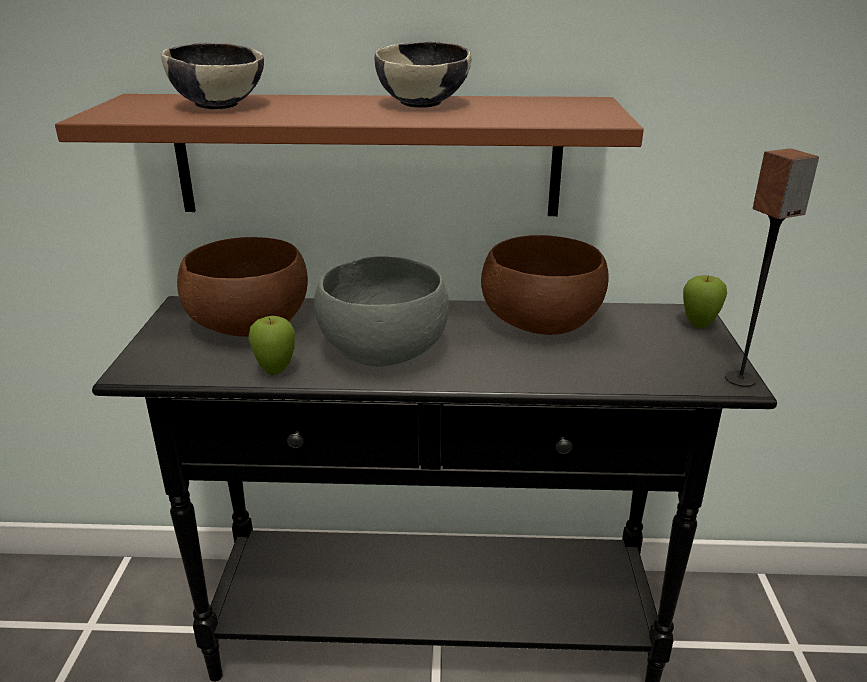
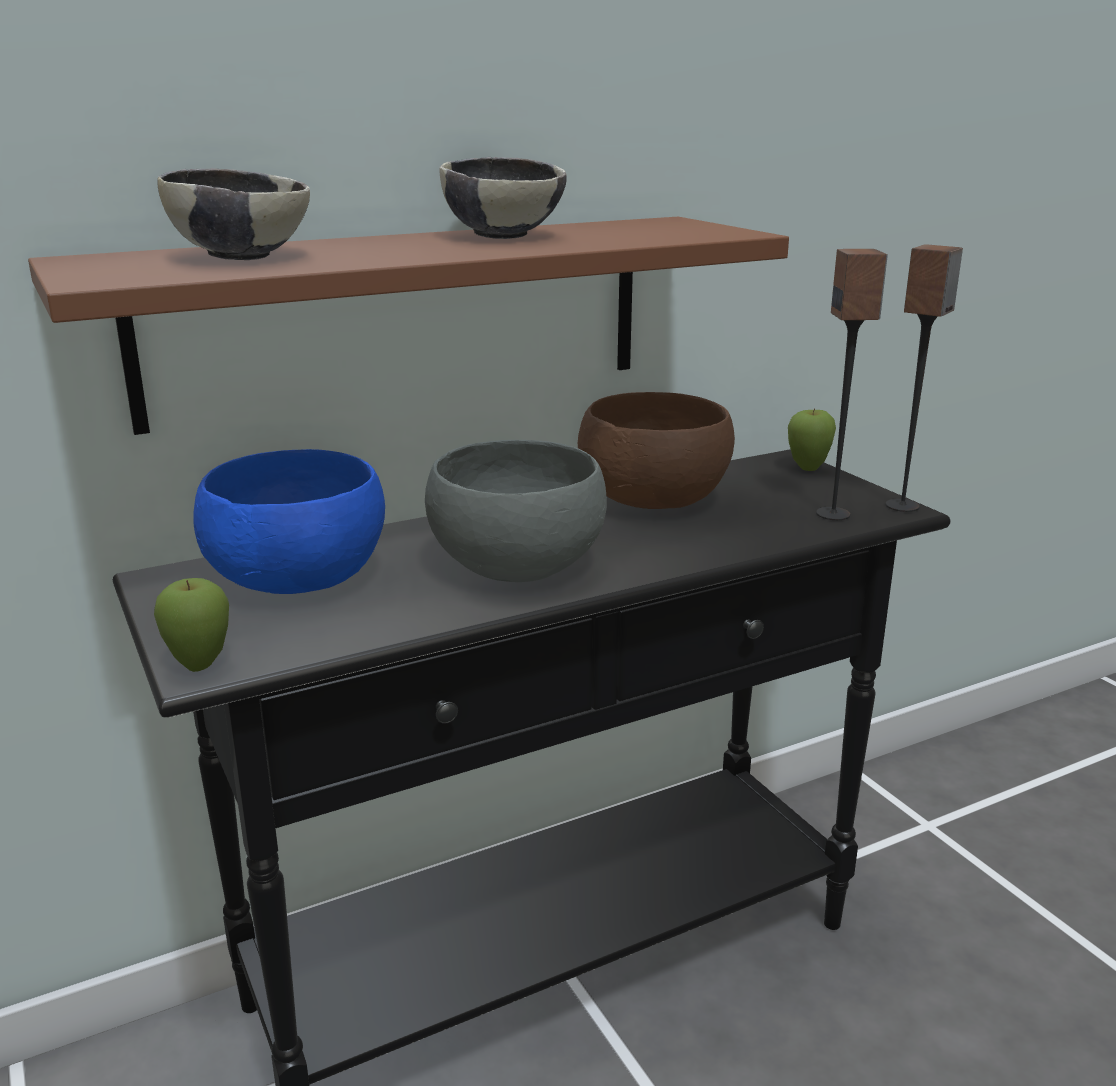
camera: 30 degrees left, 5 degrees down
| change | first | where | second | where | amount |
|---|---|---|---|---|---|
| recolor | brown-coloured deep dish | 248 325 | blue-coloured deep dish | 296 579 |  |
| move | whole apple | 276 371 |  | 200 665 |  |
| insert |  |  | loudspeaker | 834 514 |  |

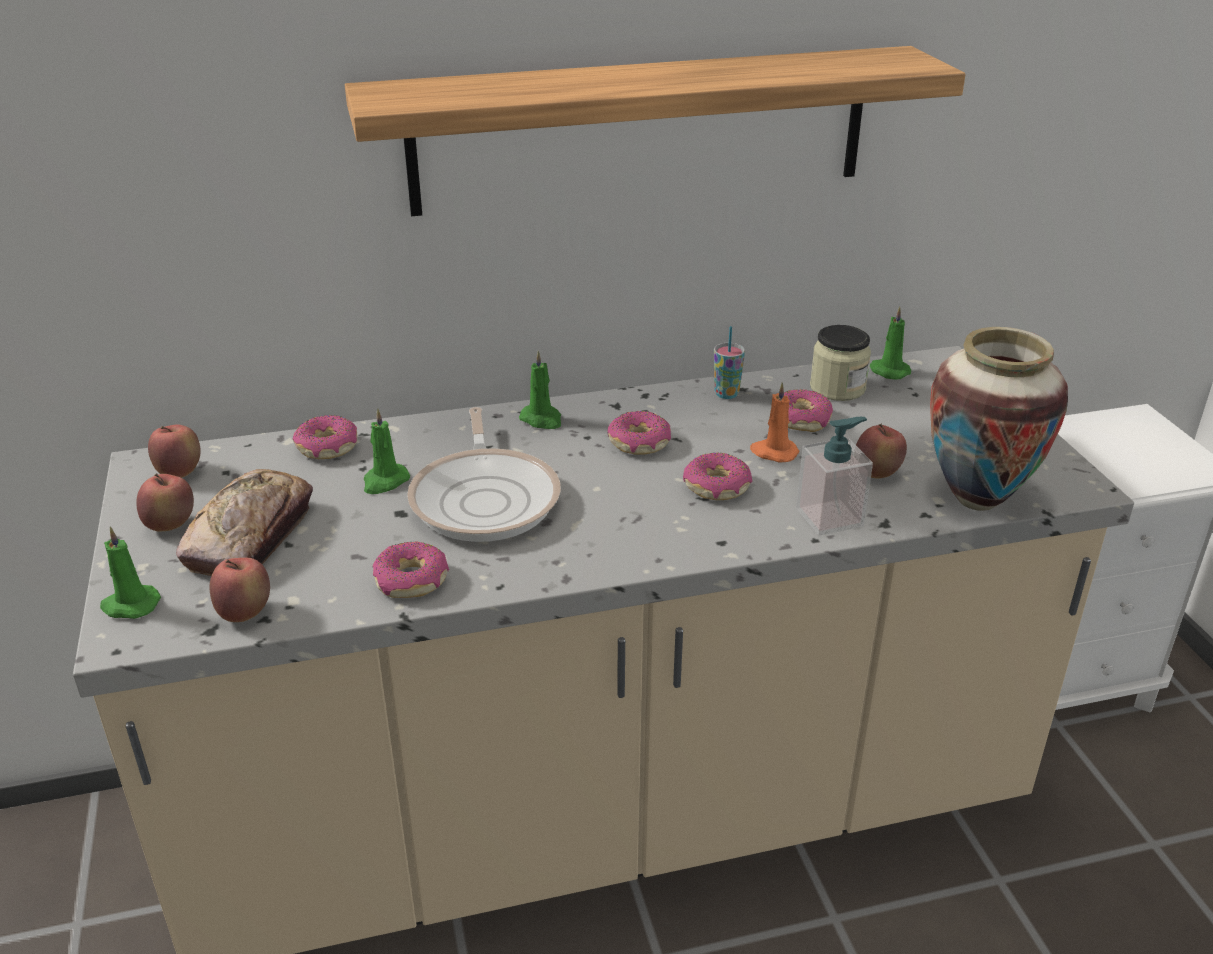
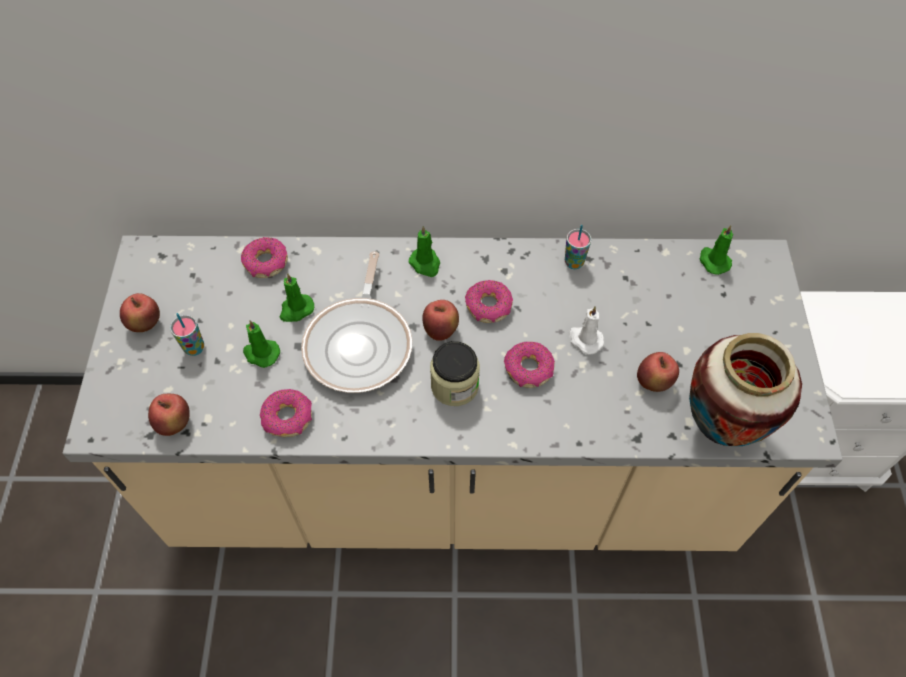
camera: 15 degrees right, 25 degrees up
| change | first | where | second | where | amount |
|---|---|---|---|---|---|
| move | green-coloured wax candle | 130 605 |  | 261 353 |  |
| move | whole apple | 180 473 |  | 441 330 |  |
| replace | baked bread | 251 537 | small cup | 194 348 |  |
| delete | bracket shelf | 641 130 |  |  |  |
| recolor | orangey wax candle | 773 452 | white-coloured wax candle | 584 339 |  |
| delete | ring doughnut | 801 419 |  |  |  |
| delete | soap dispenser | 829 517 |  |  |  |
| move | storage jar | 837 388 |  | 454 386 |  |

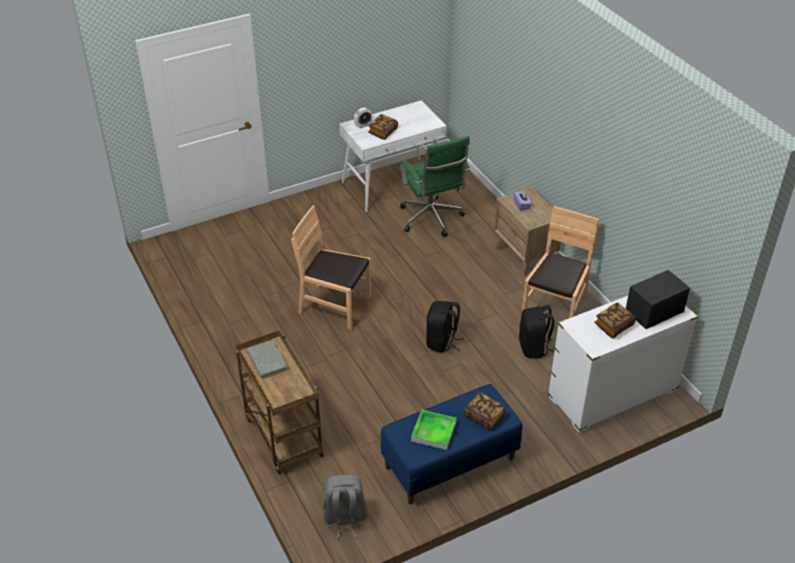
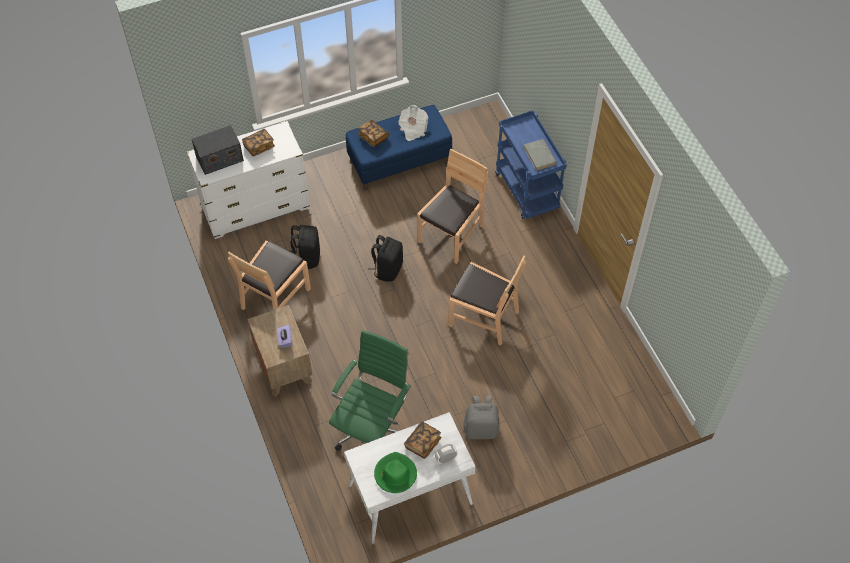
camera: 175 degrees left, 15 degrees up
| change | first | where | second | where | amount |
|---|---|---|---|---|---|
| recolor | brown-coloured cart | 282 436 | blue-coloured cart | 527 192 |  |
| move | grey rucksack | 345 519 |  | 481 428 |  |
| rotate | green-coloured computer chair | 432 220 |  | 373 429 | 45 degrees clockwise |
| replace | carrying tray | 434 431 | newspaper | 413 129 |  |
| insert |  |  | green-coloured wearable hat | 395 474 |  |
| insert |  |  | brown-coloured chair | 451 235 |  |

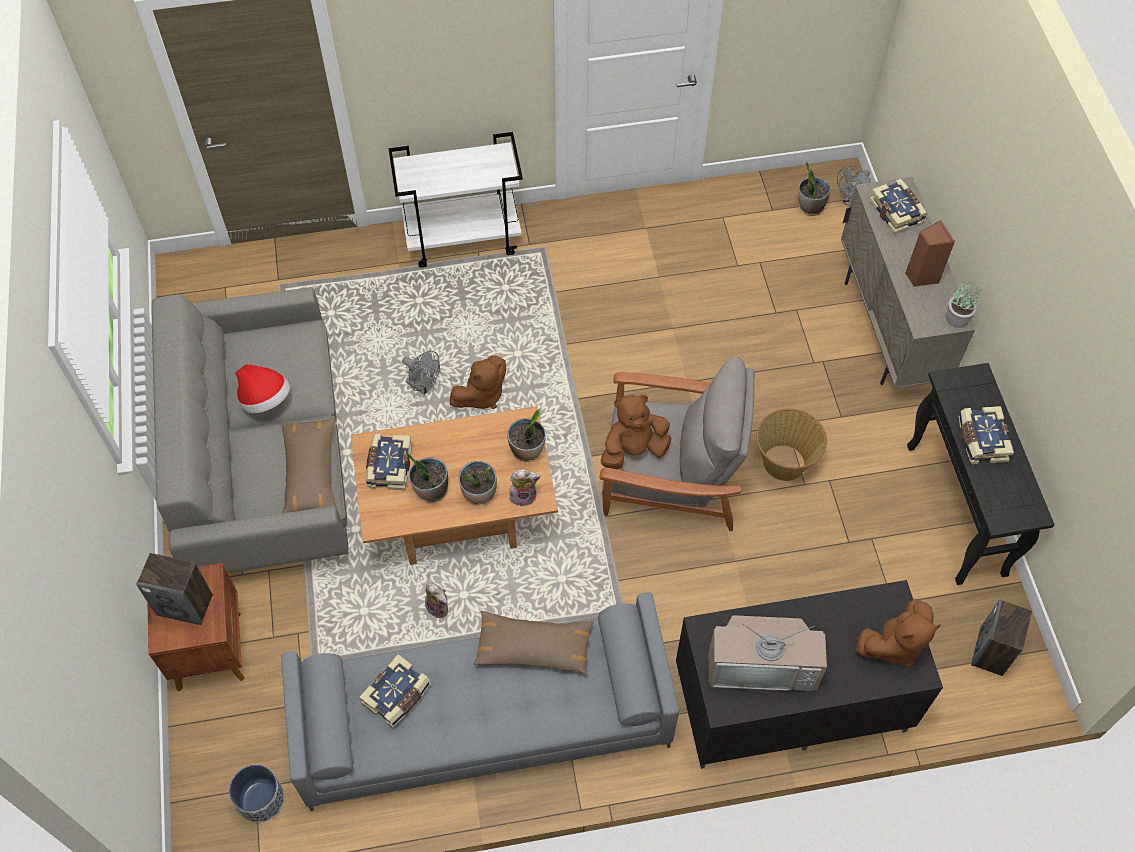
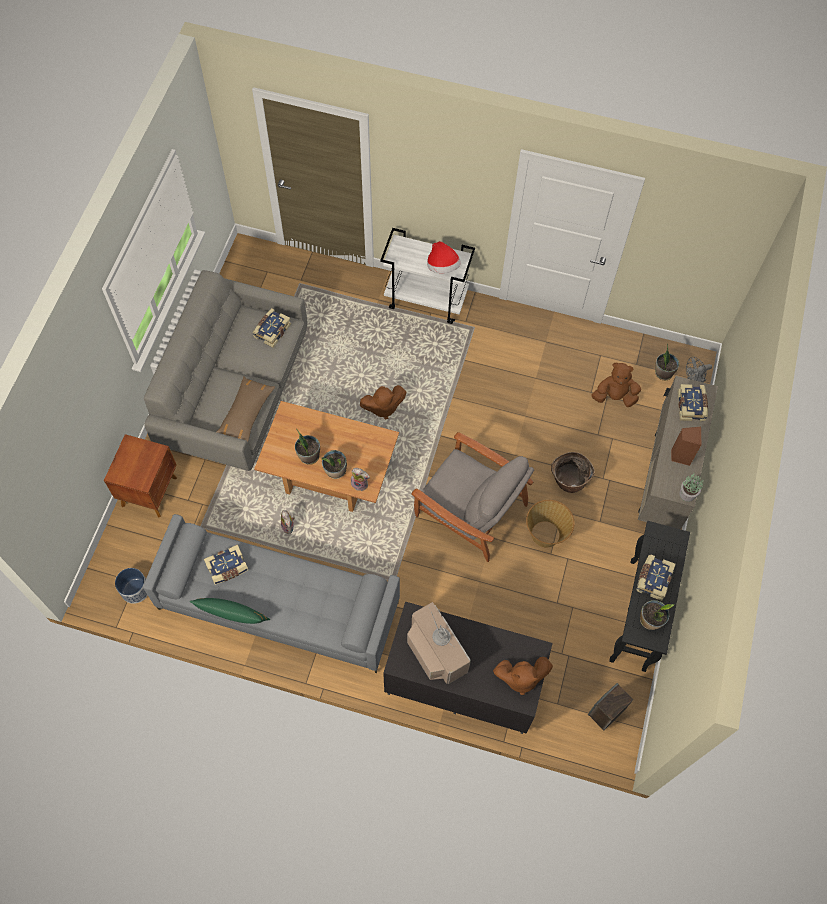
camera: 25 degrees right, 5 degrees up
| change | first | where | second | where | amount |
|---|---|---|---|---|---|
| delete | loudspeaker | 185 604 |  |  |  |
| move | wearable hat | 265 399 |  | 442 267 |  |
| move | book | 389 467 |  | 271 330 |  |
| delete | grey electric fan | 423 386 |  |  |  |
| delete | brown-coloured pillow | 533 648 |  |  |  |
| move | plant in a pot | 527 450 |  | 650 620 |  |
| move | brown-coloured plush toy | 633 450 |  | 614 396 |  |
| rotate | TV | 762 664 |  | 435 651 | 150 degrees counterclockwise |
| insert |  |  | green-coloured pillow | 232 616 |  |
| insert |  |  | household basket | 568 481 |  |

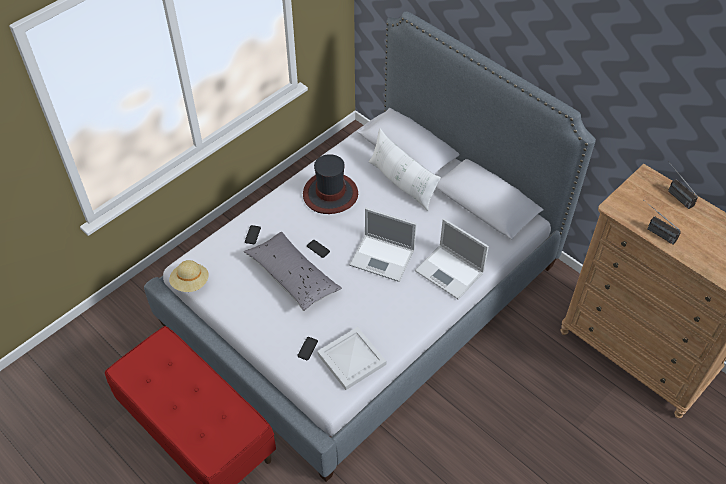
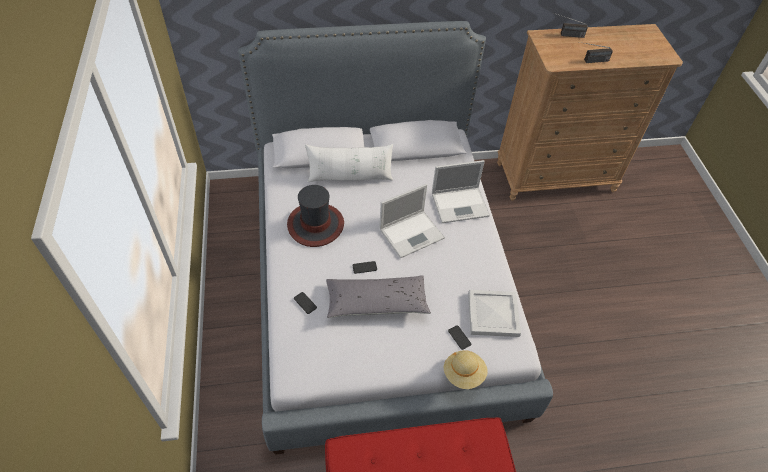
camera: 55 degrees left, 0 degrees up
| change | first | where | second | where | amount |
|---|---|---|---|---|---|
| move | beige-coloured wearable hat | 190 283 |  | 464 374 |  |

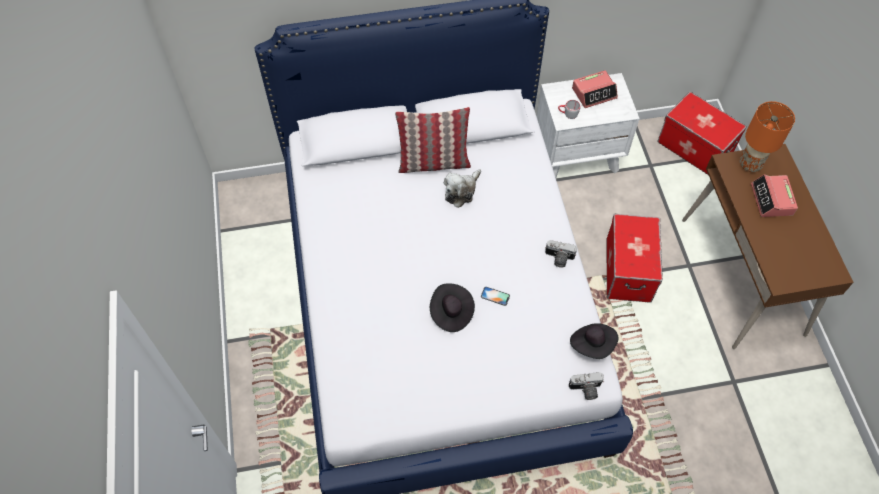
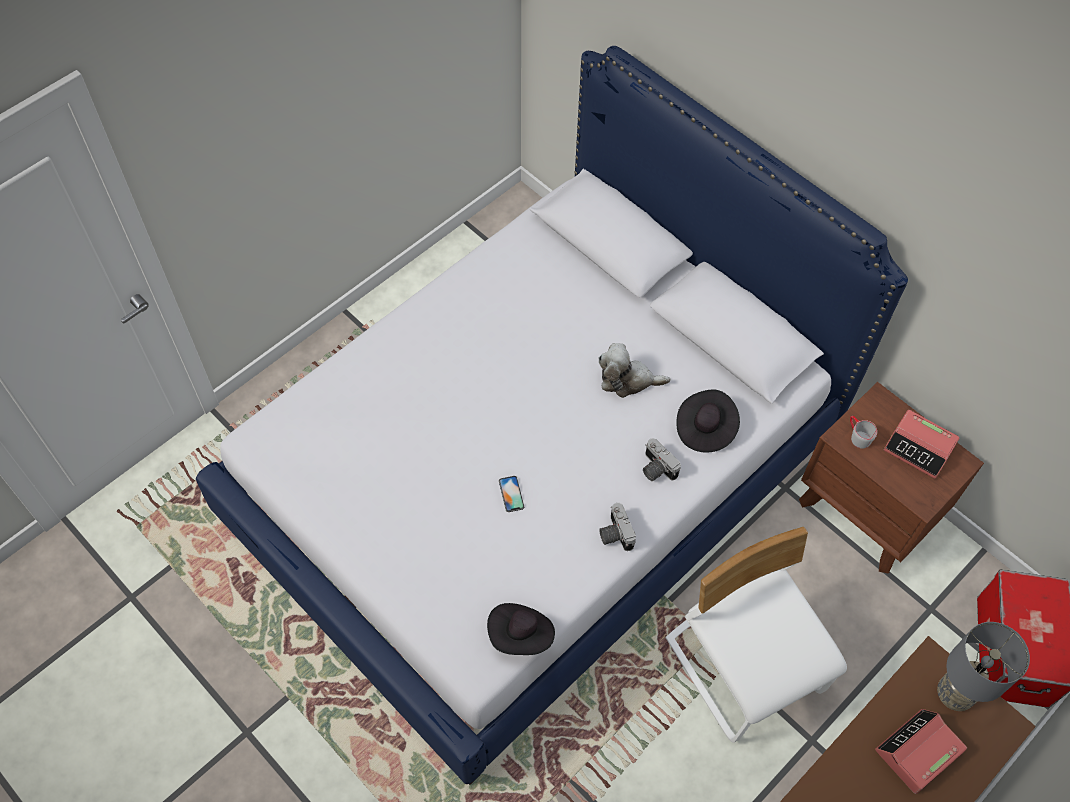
camera: 55 degrees right, 0 degrees up
| change | first | where | second | where | amount |
|---|---|---|---|---|---|
| delete | pillow | 433 162 |  |  |  |
| move | black wearable hat | 451 313 |  | 705 428 |  |
| recolor | white-coloured night table | 577 155 | brown-coloured night table | 867 511 |  |
| move | still camera | 585 390 |  | 655 469 |  |
| replace | storage box | 628 269 | white-coloured chair | 744 665 |  |
| recolor | orangey lamp for a table | 749 164 | grey lamp for a table | 954 693 |  |

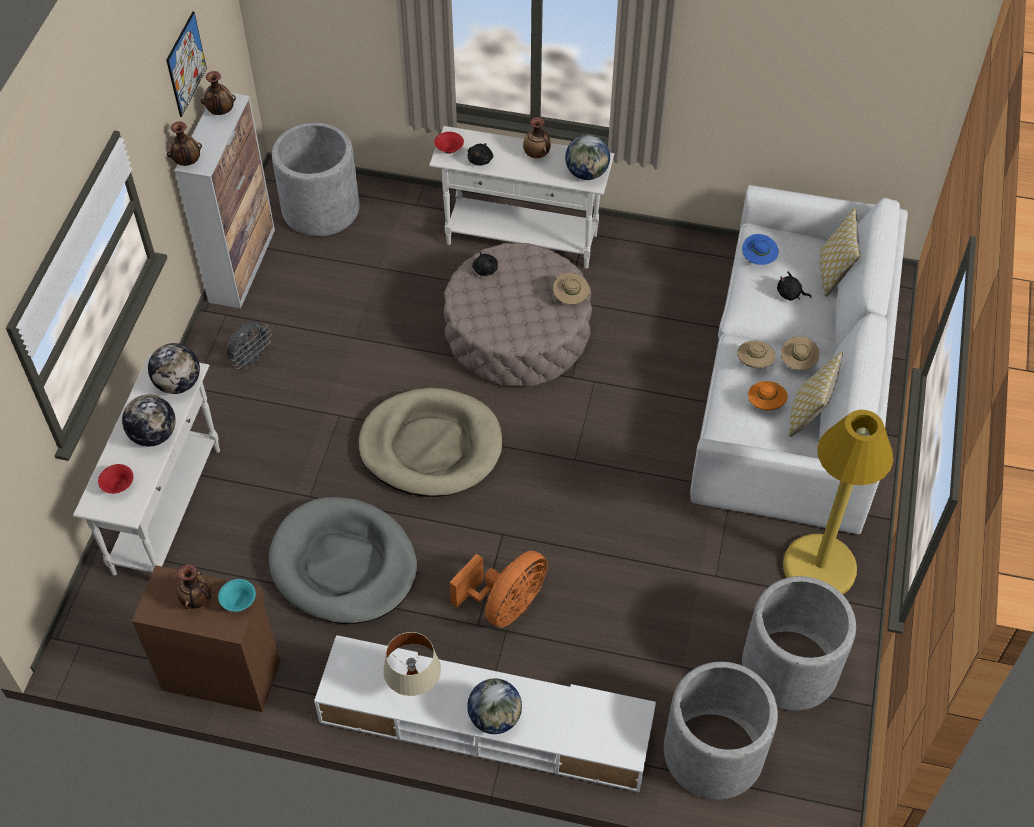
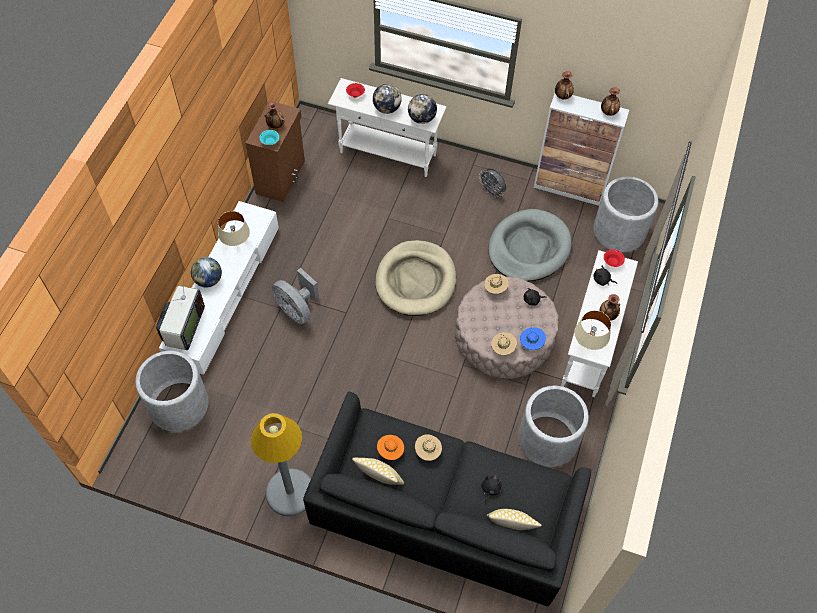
camera: 95 degrees right, 5 degrees up
| change | first | where | second | where | amount |
|---|---|---|---|---|---|
| delete | wall art | 186 64 |  |  |  |
| move | grey dog cushion | 344 564 |  | 528 248 |  |
| recolor | orangey electric fan | 505 605 | grey electric fan | 297 309 |  |
| replace | globe | 587 173 | beige-coloured lamp for a table | 588 345 |  |
| recolor | white-coloured settee | 793 382 | black settee | 445 509 |  |
| move | blue-coloured wearable hat | 758 259 |  | 531 343 |  |
| move | grey flower pot | 789 667 |  | 547 439 |  |
| move | beige-coloured wearable hat | 797 363 |  | 495 288 |  |
| recolor | yellow standing lamp | 819 567 | grey standing lamp | 290 492 |  |
| insert |  |  | TV | 183 328 |  |

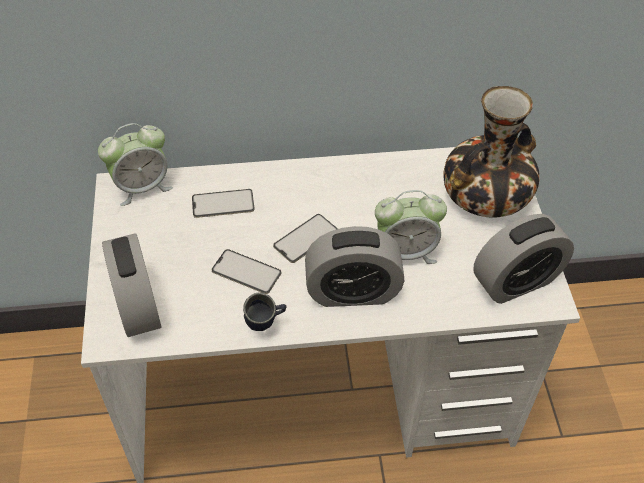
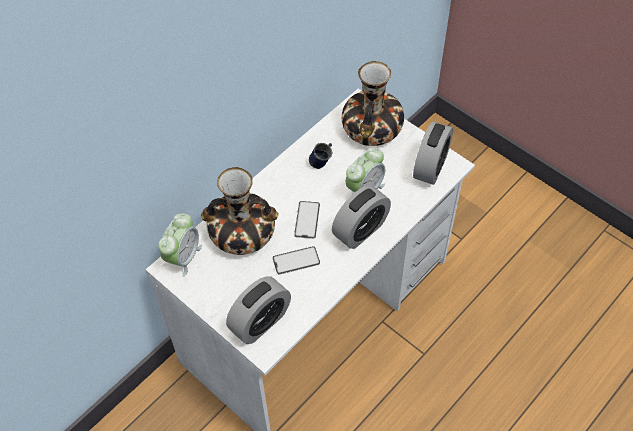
camera: 40 degrees left, 5 degrees up
| change | first | where | second | where | amount |
|---|---|---|---|---|---|
| rotate | bedside clock | 138 306 |  | 260 322 | 75 degrees counterclockwise |
| replace | handset | 223 203 | vase | 241 233 |  |
| move | blue-coloured mug | 266 324 |  | 322 162 |  |

